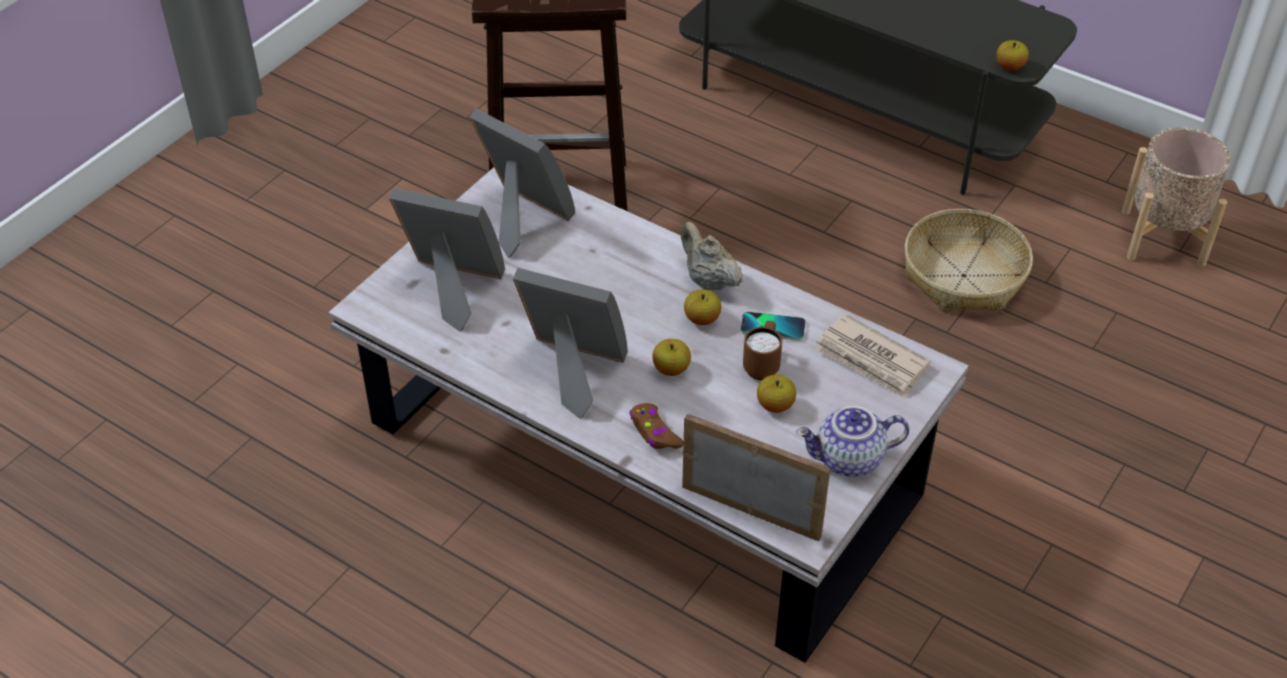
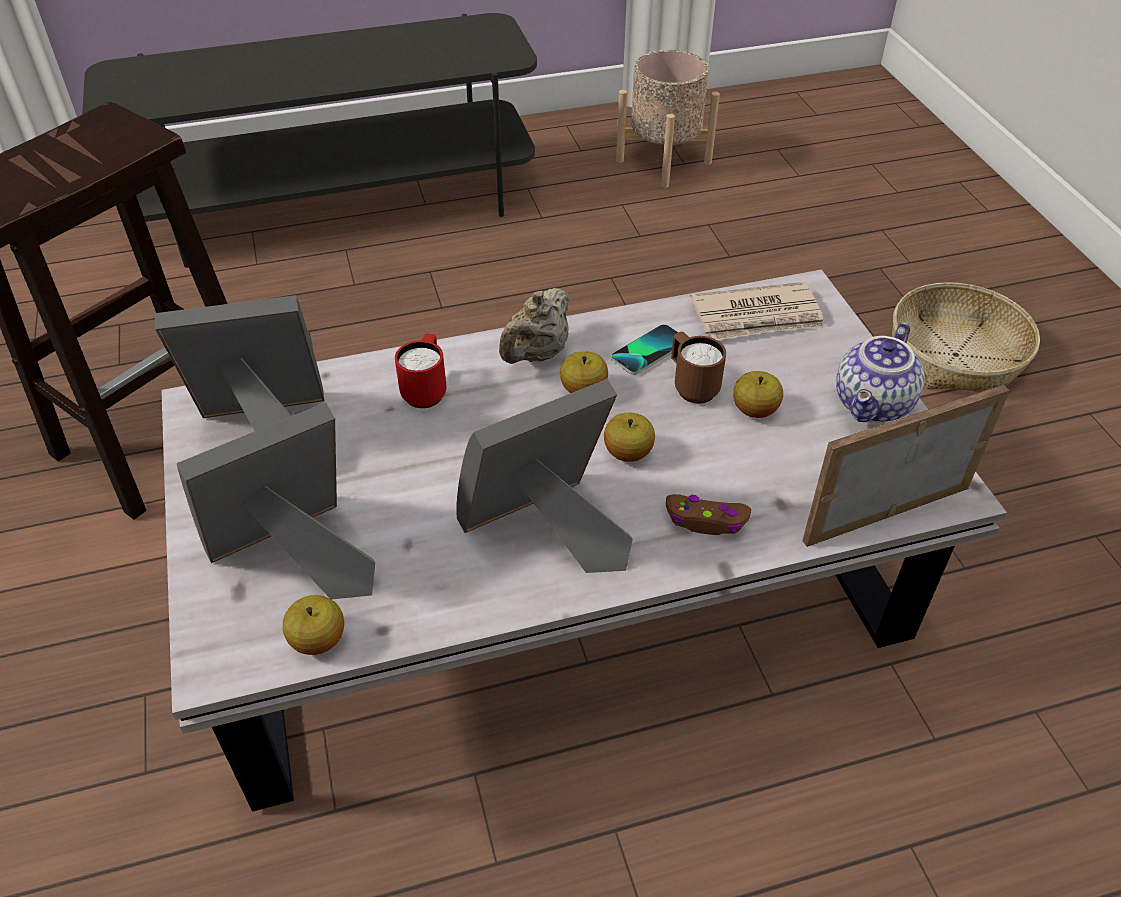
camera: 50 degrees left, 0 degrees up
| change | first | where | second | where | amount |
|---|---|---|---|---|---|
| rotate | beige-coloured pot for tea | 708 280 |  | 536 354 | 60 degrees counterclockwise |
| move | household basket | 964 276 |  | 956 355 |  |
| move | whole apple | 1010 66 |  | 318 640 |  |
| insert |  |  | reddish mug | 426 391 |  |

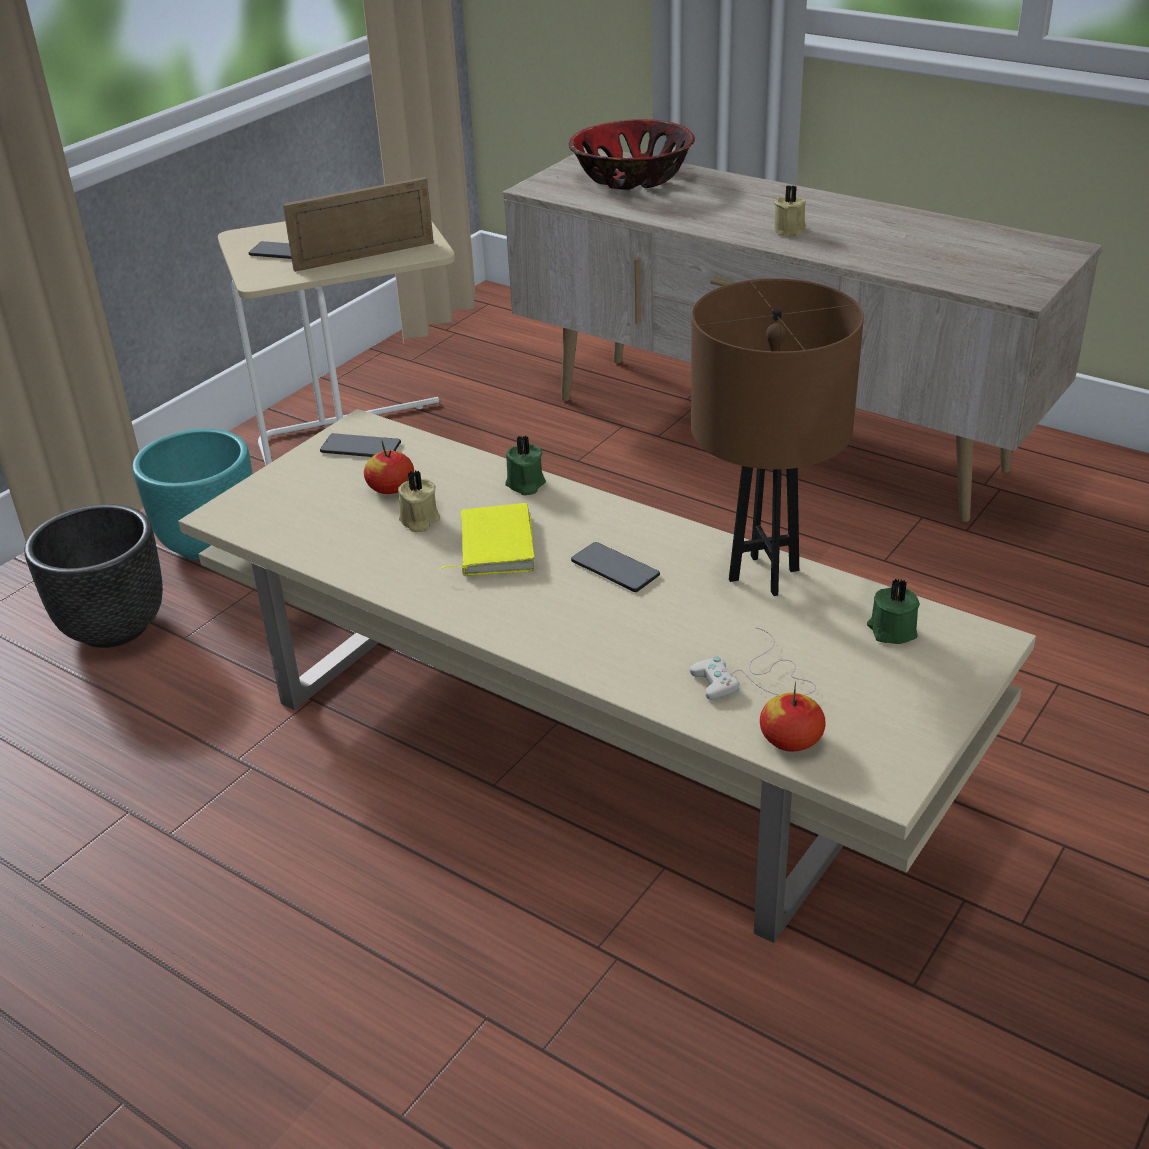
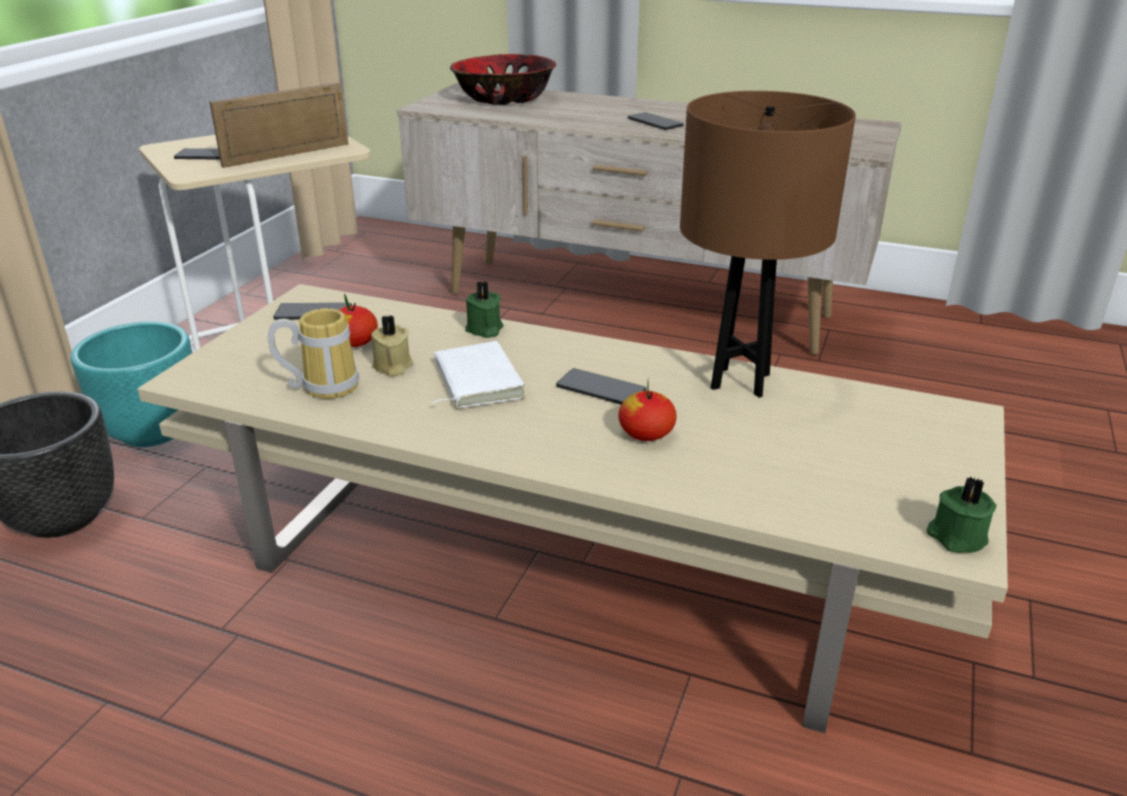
camera: 15 degrees left, 5 degrees down
| change | first | where | second | where | amount |
|---|---|---|---|---|---|
| recolor | yellow book | 493 545 | white-coloured book | 474 381 |  |
| delete | white-coloured game controller | 756 678 |  |  |  |
| move | whole apple | 791 739 |  | 646 433 |  |
| replace | beige-coloured wax candle | 790 230 | handset | 655 122 |  |
| move | green-coloured wax candle | 891 630 |  | 956 537 |  |
| insert |  |  | mug | 323 386 |  |

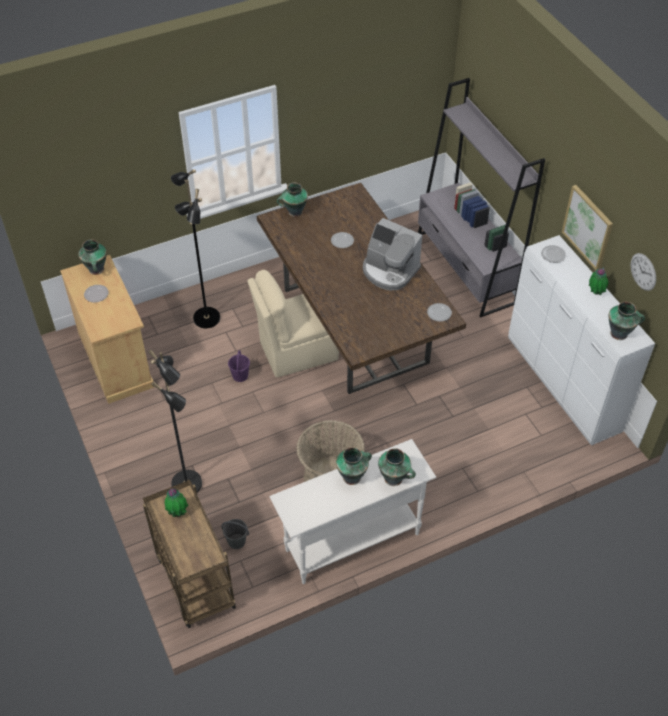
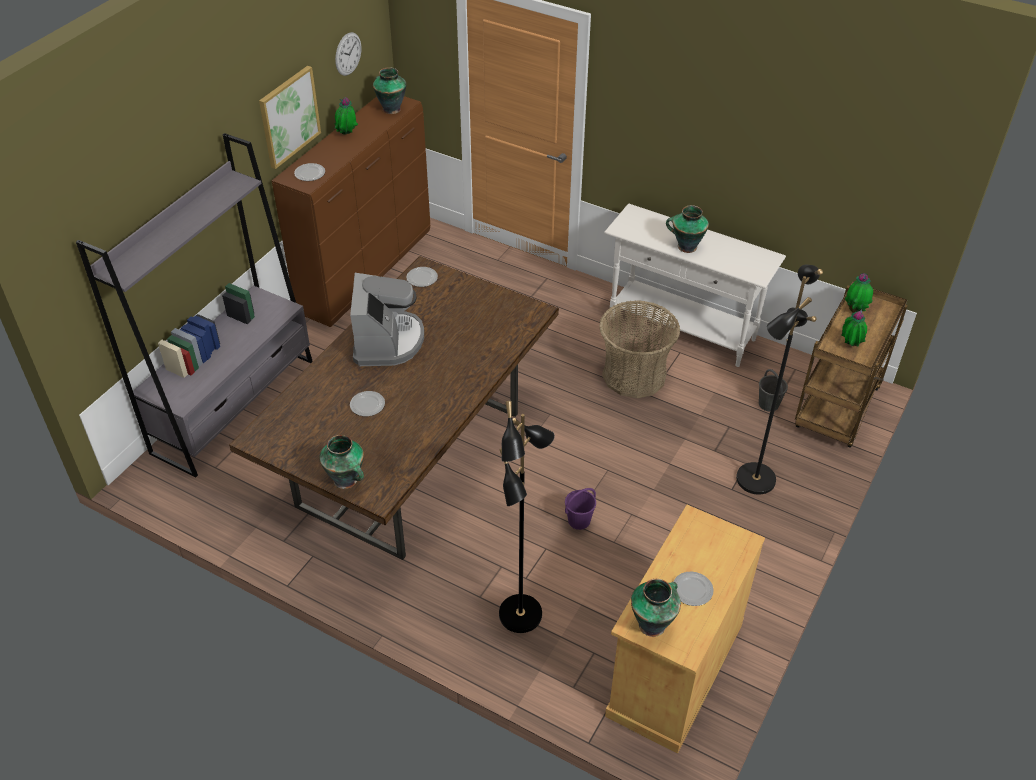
camera: 125 degrees left, 5 degrees down
| change | first | where | second | where | amount |
|---|---|---|---|---|---|
| delete | beige-coloured chair | 296 351 |  |  |  |
| delete | vase | 394 479 |  |  |  |
| recolor | white-coloured dresser | 562 385 | brown-coloured dresser | 367 271 |  |
| insert |  |  | plant in a pot | 855 310 |  |

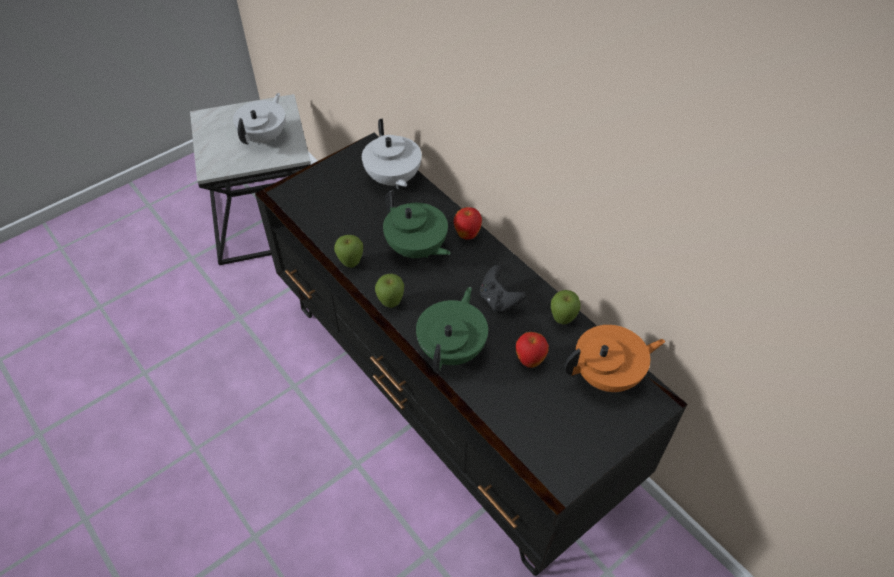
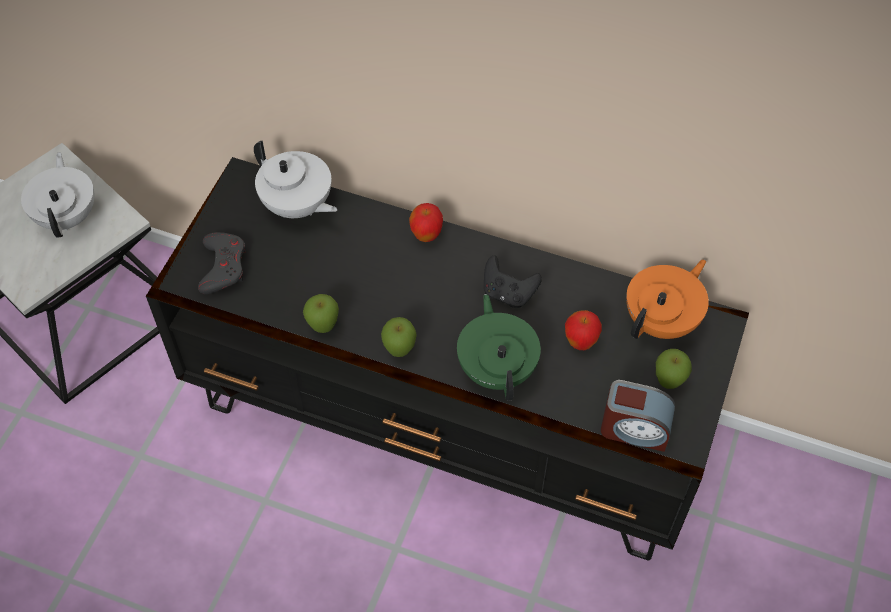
camera: 30 degrees left, 5 degrees up
| change | first | where | second | where | amount |
|---|---|---|---|---|---|
| delete | green-coloured pot for tea | 416 249 |  |  |  |
| move | whole apple | 562 320 |  | 668 382 |  |
| insert |  |  | grey game controller | 223 266 |  |
| insert |  |  | bedside clock | 634 429 |  |

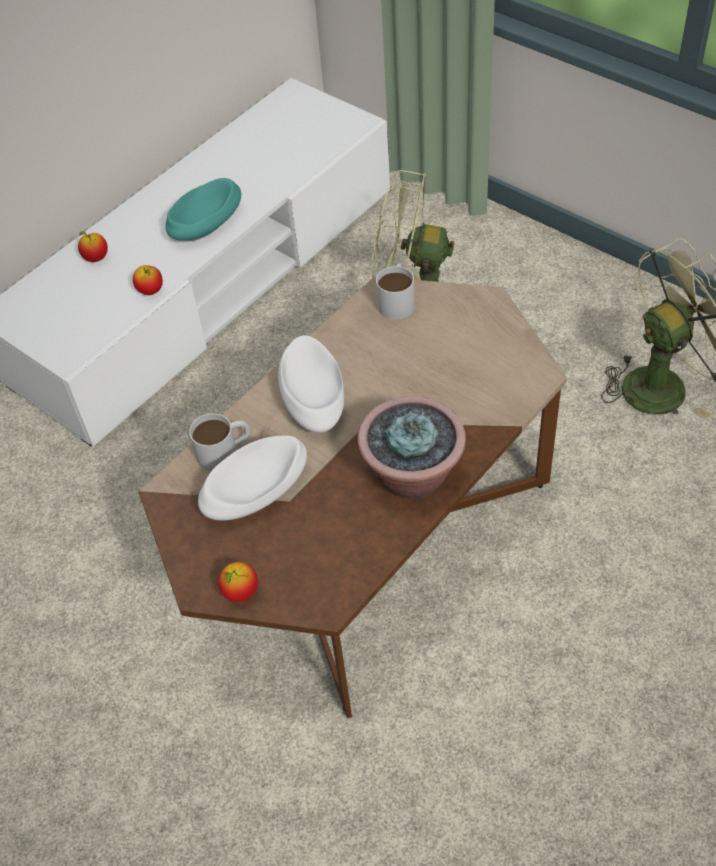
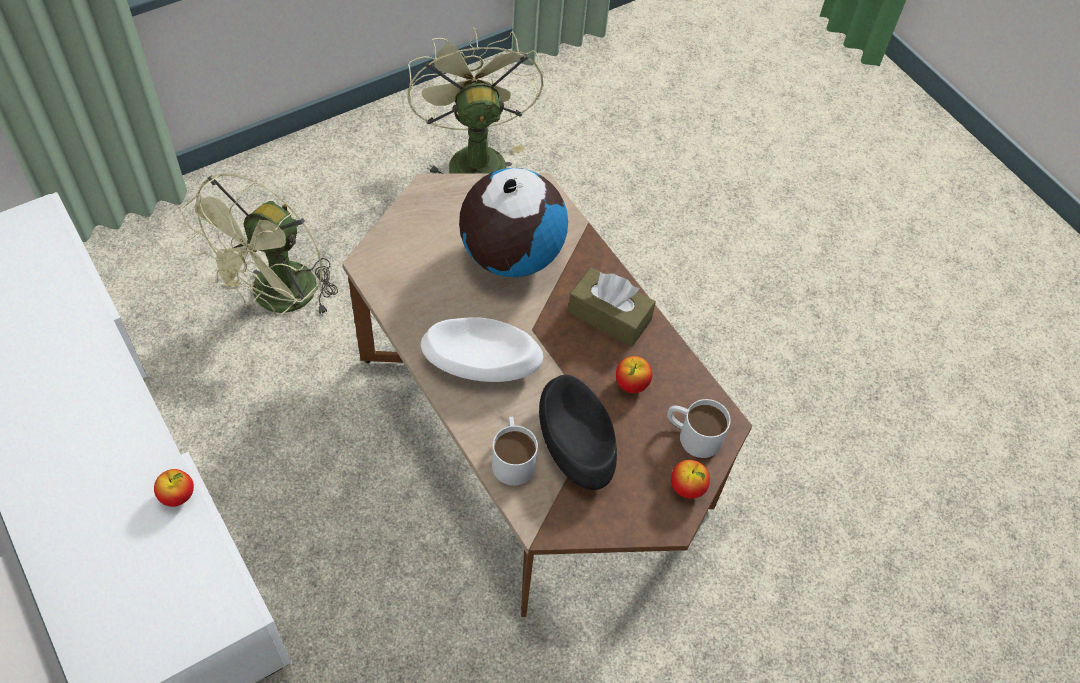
camera: 80 degrees left, 5 degrees up
| change | first | where | second | where | amount |
|---|---|---|---|---|---|
| move | whole apple | 96 258 |  | 631 384 |  |
| delete | blue-green deep dish | 206 224 |  |  |  |
| recolor | white-coloured deep dish | 256 491 | black deep dish | 575 443 |  |
| replace | plant in a pot | 412 475 | brown-coloured tissue holder | 609 316 |  |
| move | white-coloured mug | 397 300 |  | 692 434 |  |
| insert |  |  | globe | 510 255 |  |

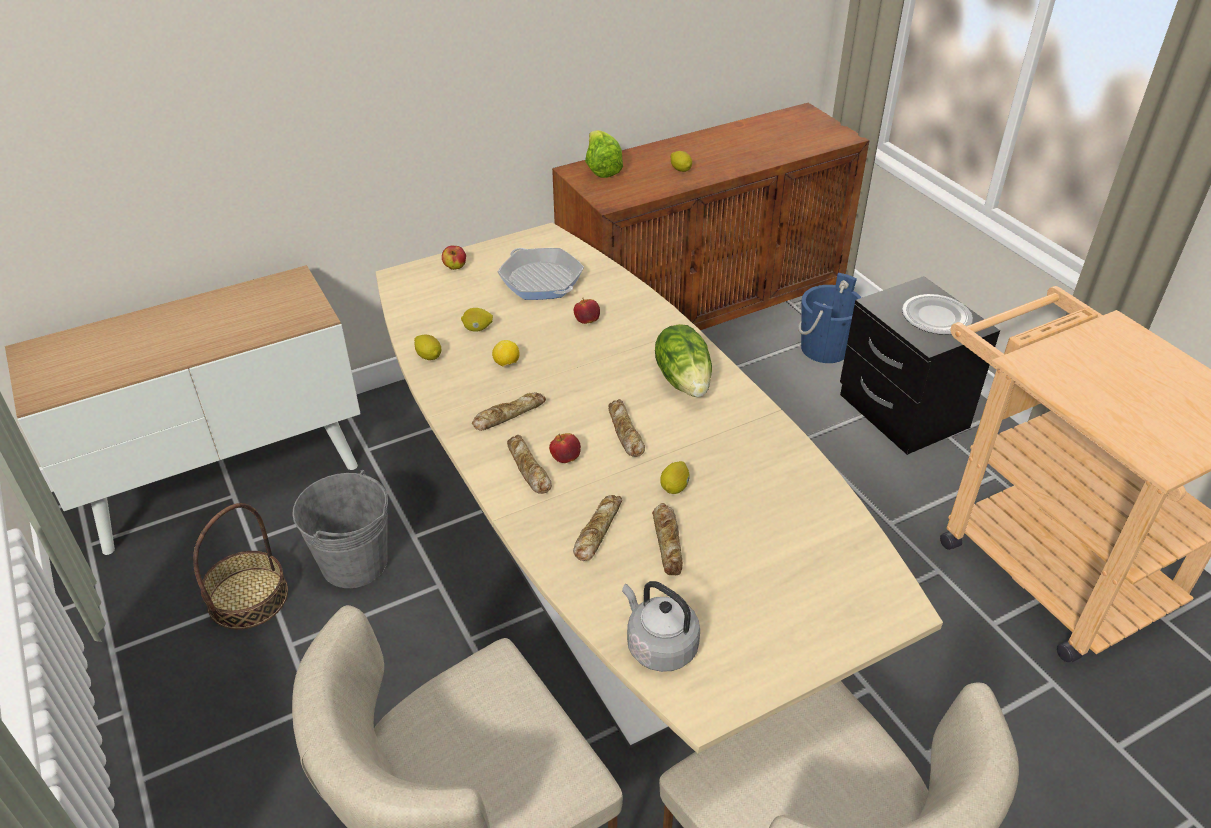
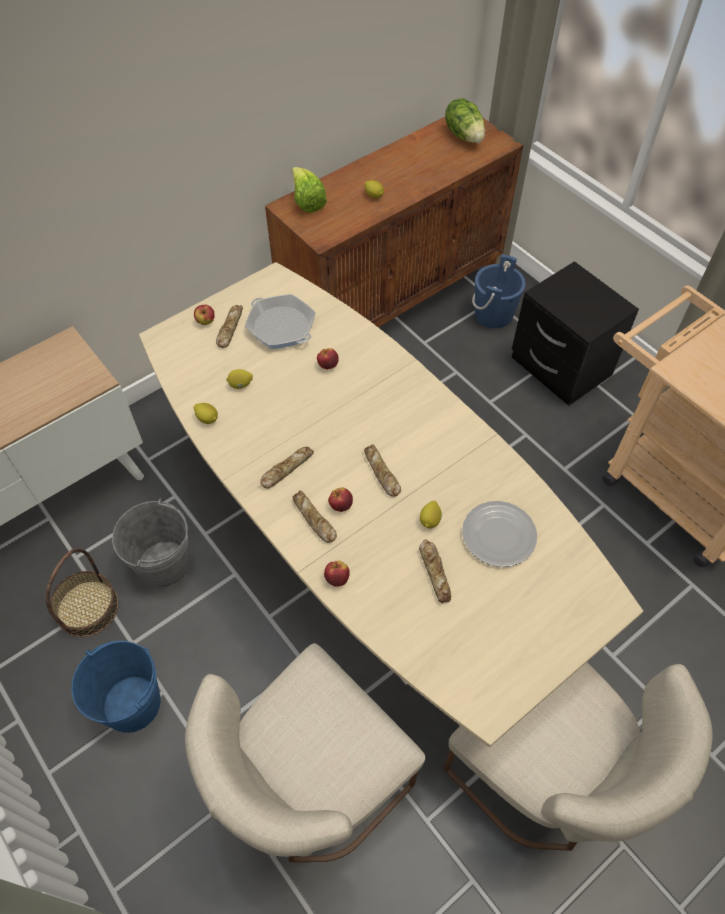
camera: 10 degrees left, 15 degrees up
| change | first | where | second | where | amount |
|---|---|---|---|---|---|
| delete | whole lemon | 506 364 |  |  |  |
| move | baked bread | 597 531 |  | 229 329 |  |
| delete | grey kettle | 659 645 |  |  |  |
| move | head of lettuce | 684 380 |  | 464 135 |  |
| move | plate | 936 316 |  | 498 534 |  |
| insert |  |  | blue-coloured pail | 132 703 |  |
| insert |  |  | whole apple | 337 578 |  |

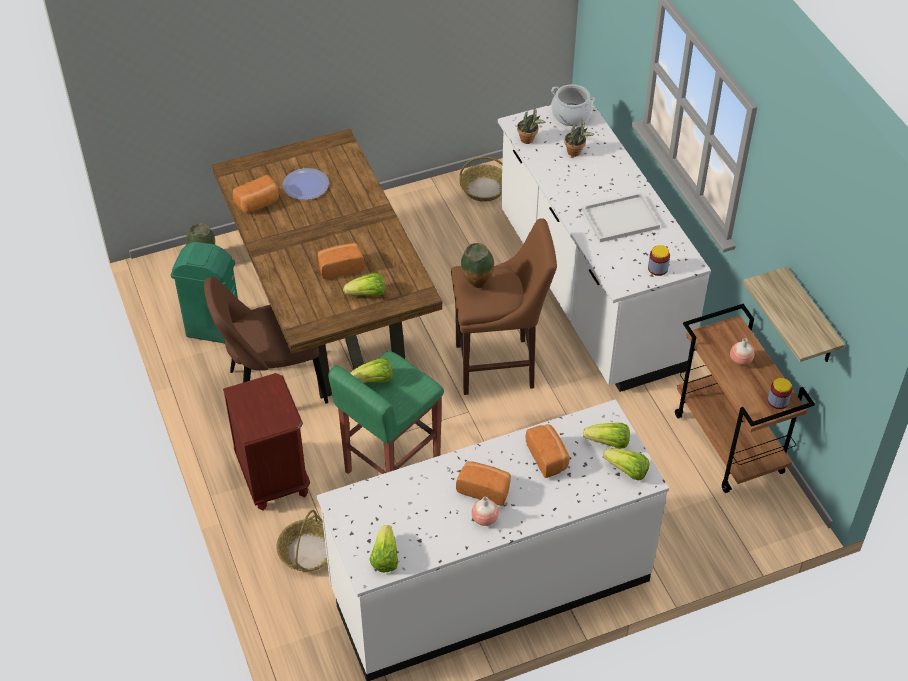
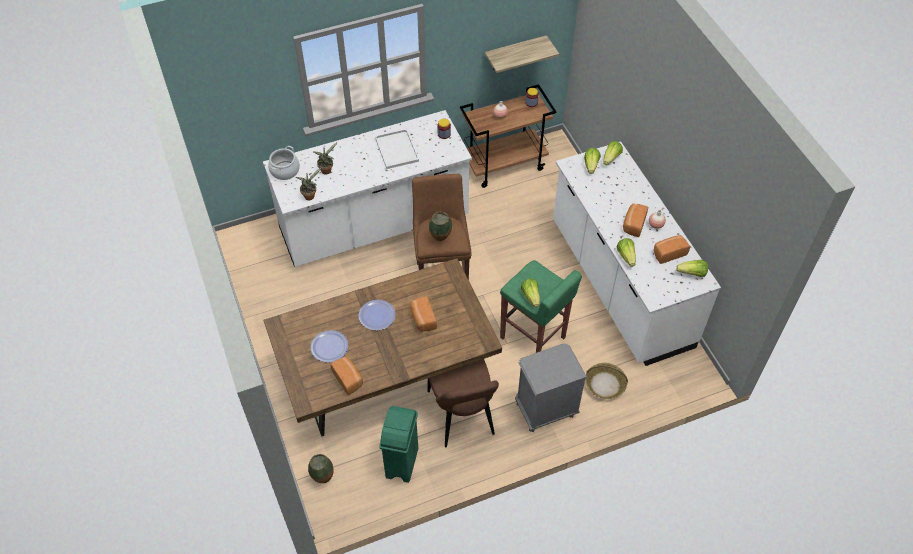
camera: 90 degrees left, 5 degrees up
| change | first | where | second | where | amount |
|---|---|---|---|---|---|
| recolor | brown-coloured night table | 273 477 | grey night table | 545 410 |  |
| move | head of lettuce | 367 294 |  | 626 256 |  |
| delete | household basket | 484 188 |  |  |  |
| move | baked bread | 548 457 |  | 668 253 |  |
| insert |  |  | plate | 377 315 |  |

